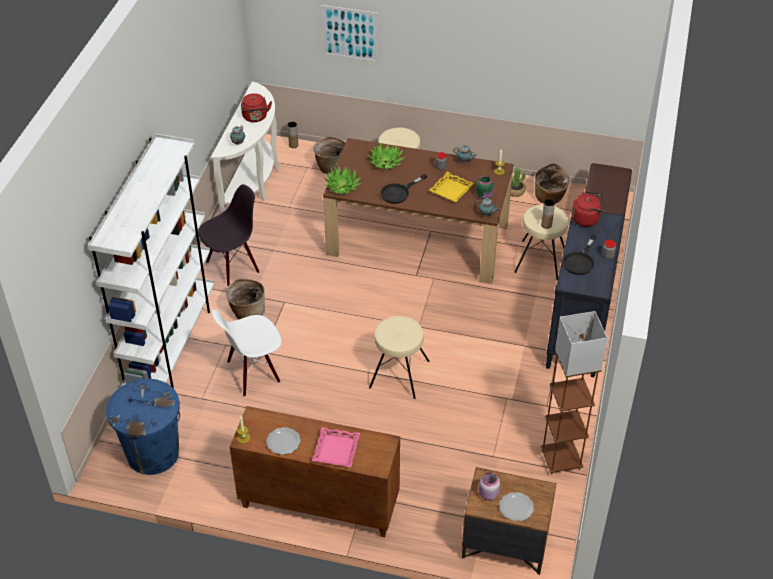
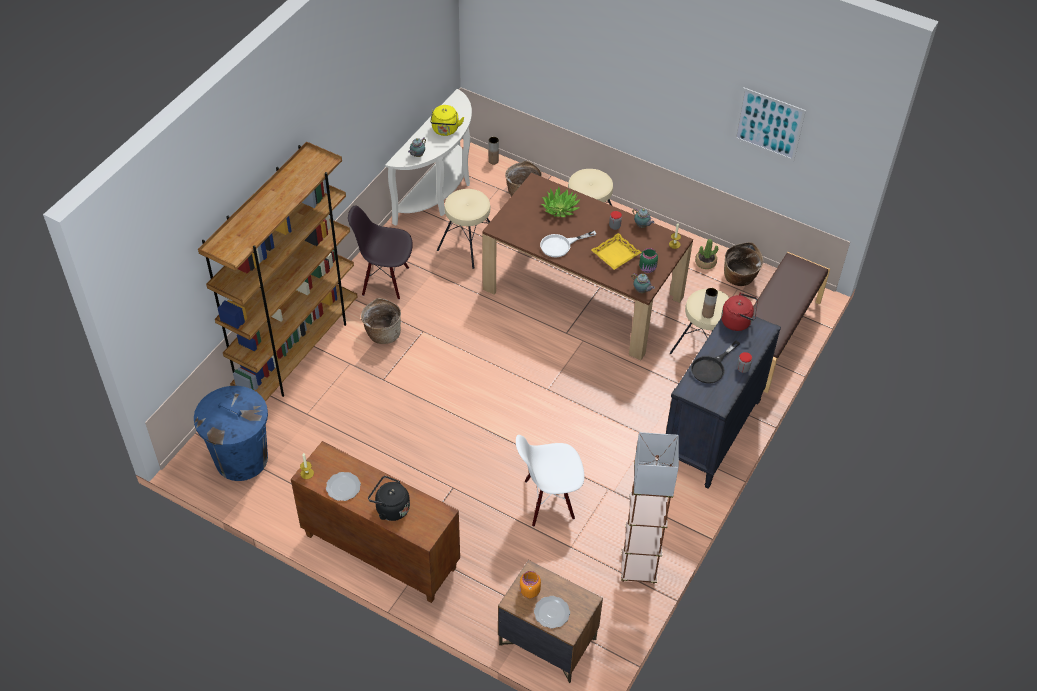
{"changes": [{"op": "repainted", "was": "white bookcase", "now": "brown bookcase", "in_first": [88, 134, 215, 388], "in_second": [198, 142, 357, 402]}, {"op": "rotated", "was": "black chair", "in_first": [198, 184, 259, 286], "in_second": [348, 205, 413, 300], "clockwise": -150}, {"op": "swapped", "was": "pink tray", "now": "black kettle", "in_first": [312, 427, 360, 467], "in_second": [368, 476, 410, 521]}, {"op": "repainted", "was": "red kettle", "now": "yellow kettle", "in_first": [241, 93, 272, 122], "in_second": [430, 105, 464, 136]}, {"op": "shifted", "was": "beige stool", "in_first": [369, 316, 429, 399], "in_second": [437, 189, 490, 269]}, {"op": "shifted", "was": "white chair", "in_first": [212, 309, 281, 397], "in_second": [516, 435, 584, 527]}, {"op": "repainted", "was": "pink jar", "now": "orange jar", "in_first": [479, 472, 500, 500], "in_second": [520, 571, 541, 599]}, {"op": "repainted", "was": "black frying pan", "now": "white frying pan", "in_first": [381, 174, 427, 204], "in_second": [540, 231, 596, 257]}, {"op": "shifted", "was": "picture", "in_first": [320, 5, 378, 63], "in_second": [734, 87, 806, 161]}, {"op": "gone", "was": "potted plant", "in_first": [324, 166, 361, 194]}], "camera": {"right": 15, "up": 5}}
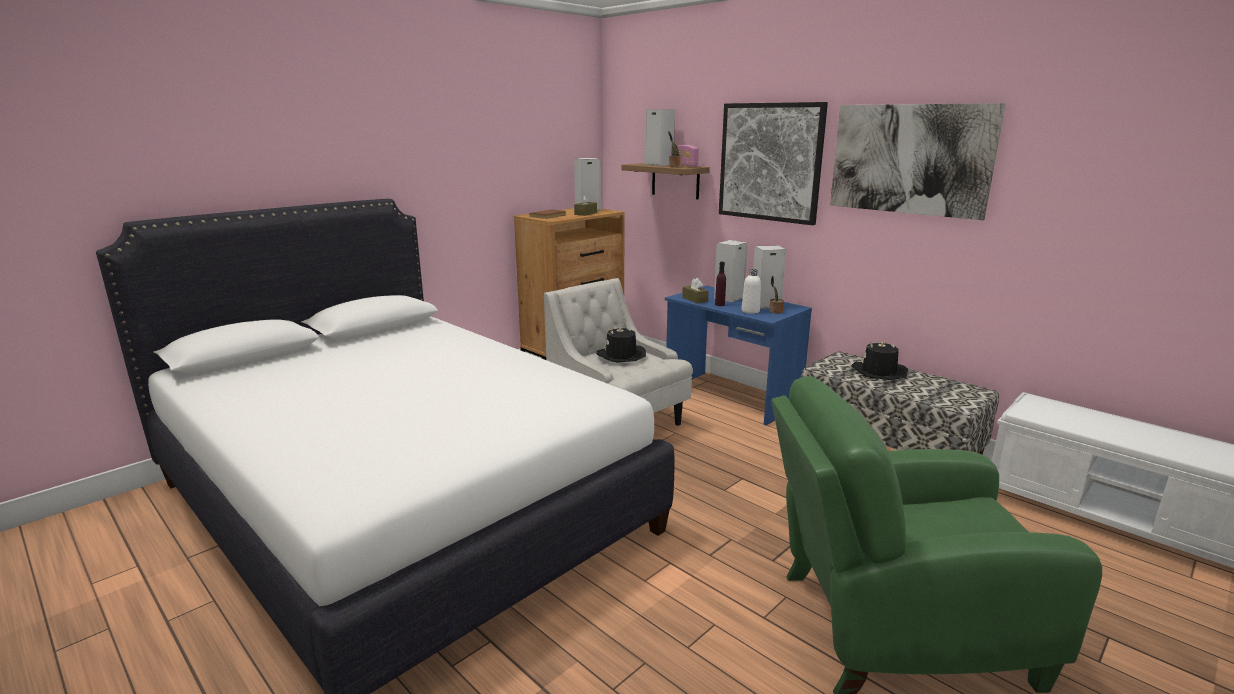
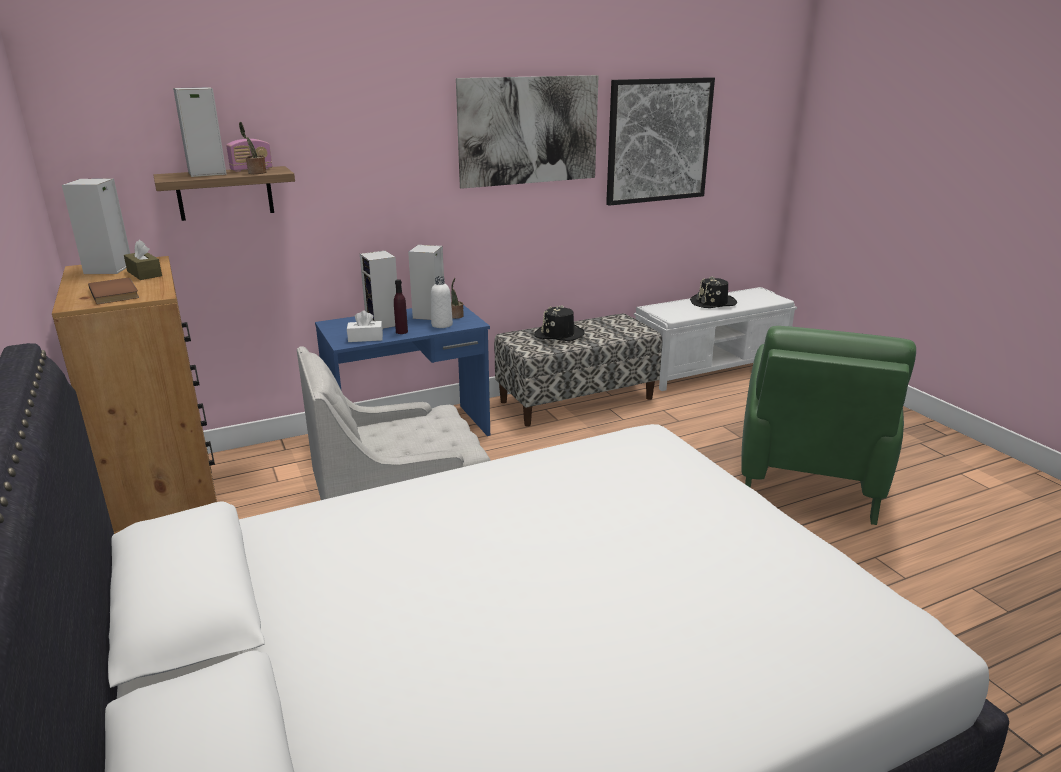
{"changes": [{"op": "repainted", "was": "brown tissue box", "now": "white tissue box", "in_first": [682, 278, 709, 303], "in_second": [347, 311, 383, 342]}, {"op": "shifted", "was": "picture", "in_first": [719, 102, 828, 225], "in_second": [606, 77, 715, 206]}, {"op": "shifted", "was": "black hat", "in_first": [596, 326, 646, 363], "in_second": [690, 276, 737, 308]}], "camera": {"right": -70, "up": 5}}
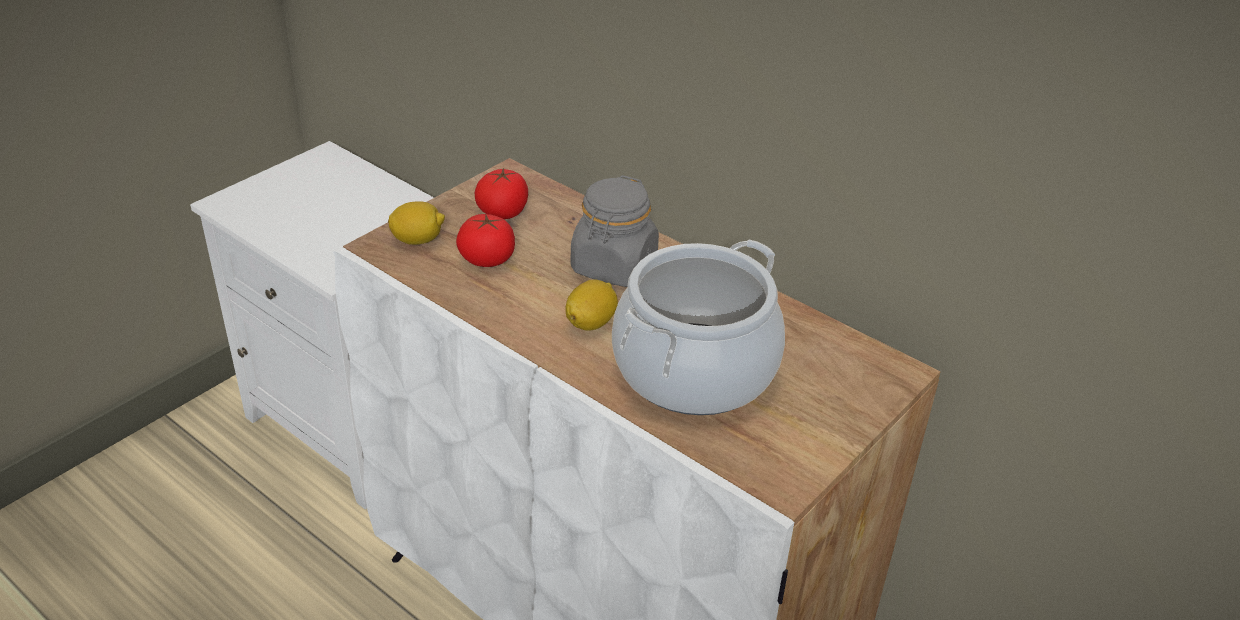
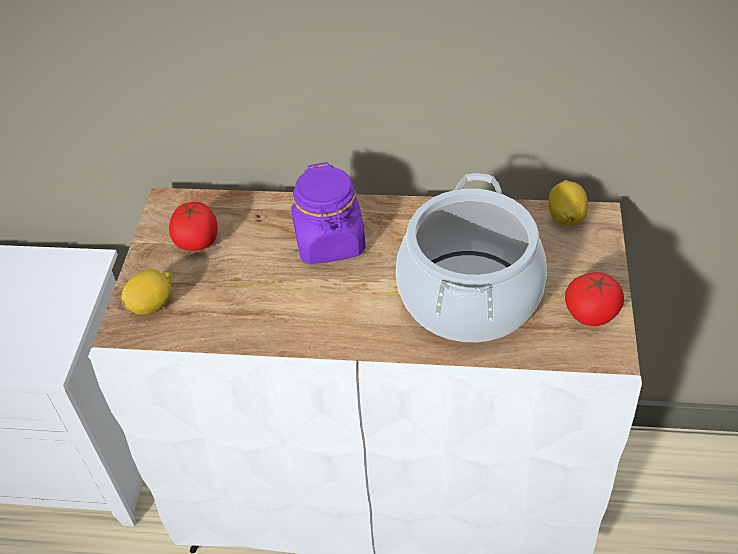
{"changes": [{"op": "repainted", "was": "grey jar", "now": "purple jar", "in_first": [570, 175, 659, 287], "in_second": [291, 162, 366, 264]}, {"op": "shifted", "was": "lemon", "in_first": [566, 279, 618, 331], "in_second": [548, 180, 588, 226]}, {"op": "shifted", "was": "tomato", "in_first": [456, 214, 515, 267], "in_second": [565, 272, 624, 326]}], "camera": {"right": -30, "up": 10}}
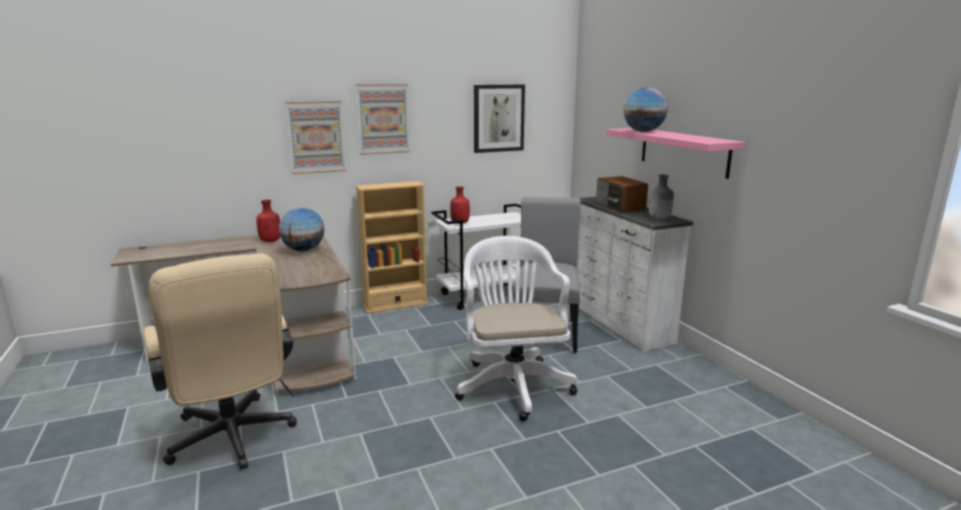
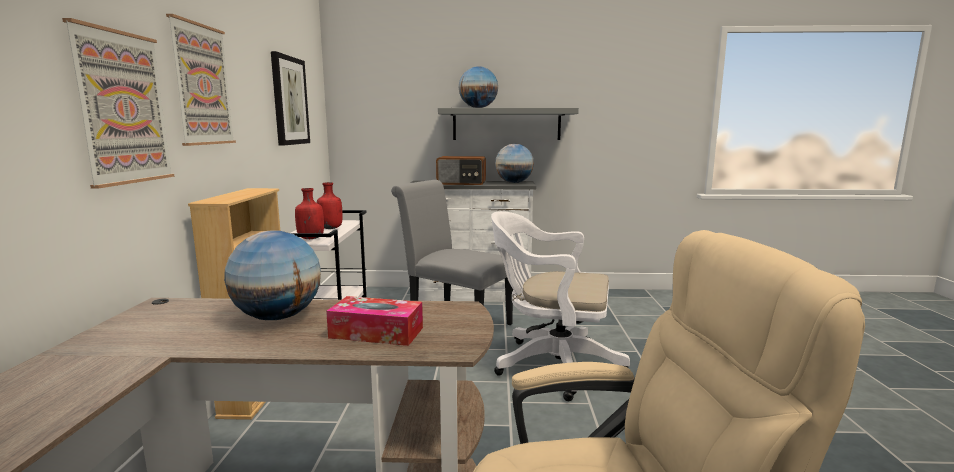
{"changes": [{"op": "shifted", "was": "red bottle", "in_first": [256, 200, 280, 242], "in_second": [317, 182, 342, 229]}, {"op": "new", "now": "tissue box", "in_second": [326, 296, 423, 346]}, {"op": "repainted", "was": "pink shelf", "now": "grey shelf", "in_first": [606, 128, 745, 179], "in_second": [438, 108, 579, 140]}, {"op": "swapped", "was": "grey bottle", "now": "globe", "in_first": [649, 174, 674, 219], "in_second": [495, 144, 534, 183]}], "camera": {"right": -65, "up": -5}}
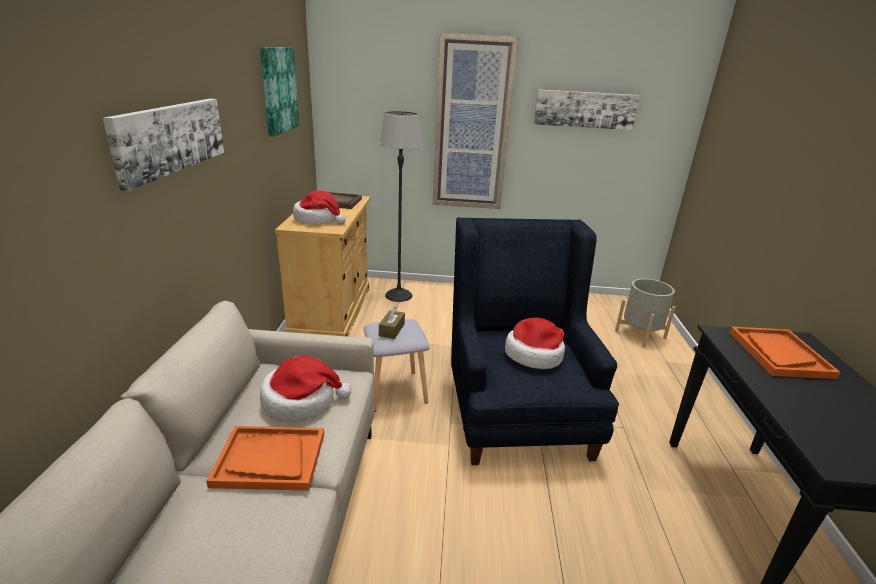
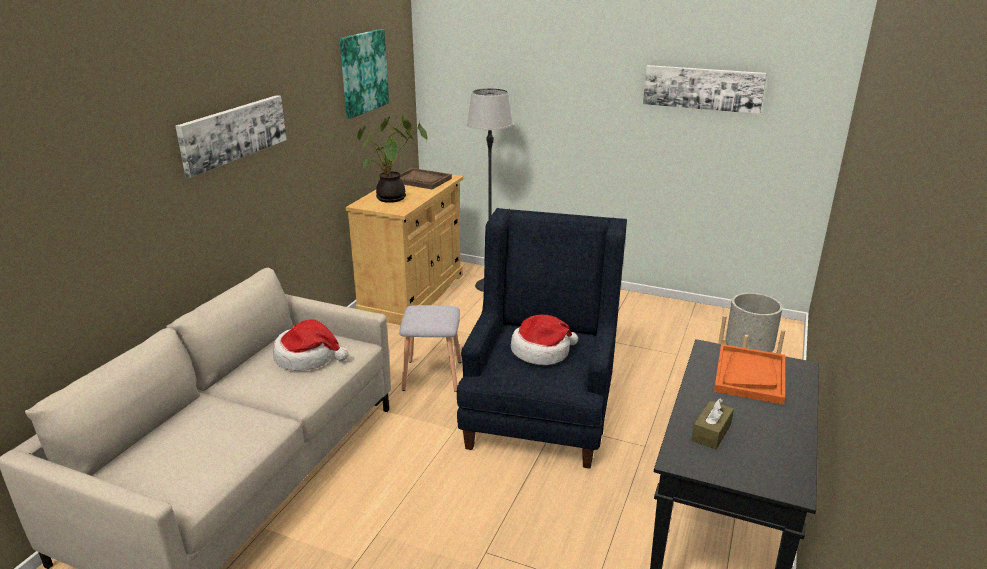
{"changes": [{"op": "swapped", "was": "hat", "now": "potted plant", "in_first": [293, 191, 346, 225], "in_second": [357, 116, 427, 203]}, {"op": "shifted", "was": "brown tissue box", "in_first": [379, 306, 405, 339], "in_second": [692, 398, 734, 449]}, {"op": "gone", "was": "orange tray", "in_first": [206, 426, 324, 491]}, {"op": "gone", "was": "picture", "in_first": [433, 33, 518, 209]}], "camera": {"right": 20, "up": 0}}
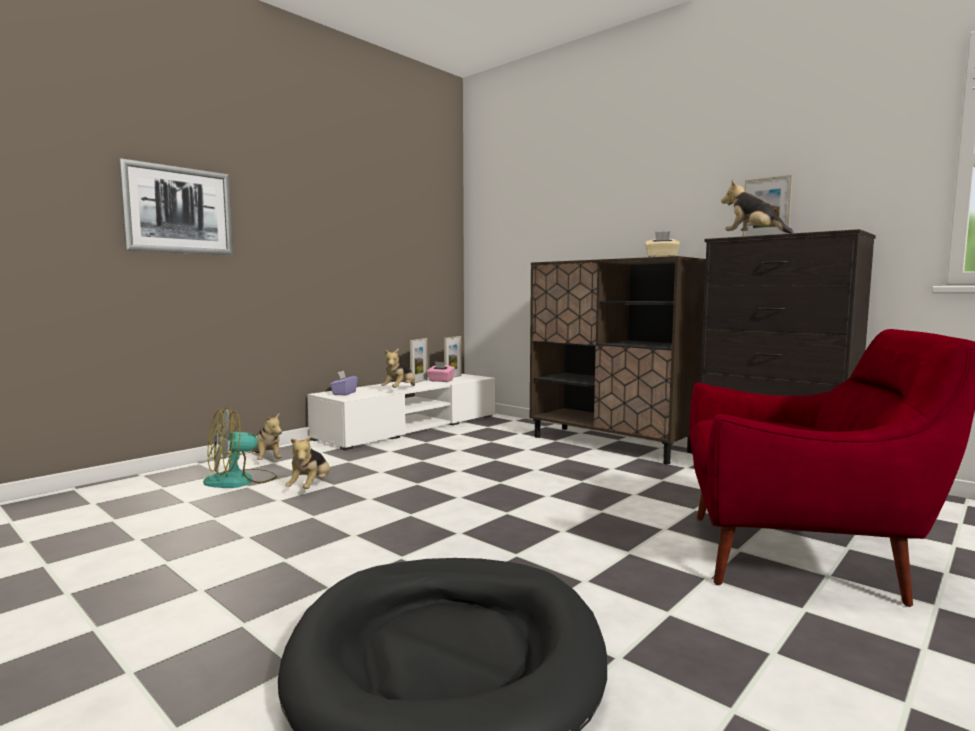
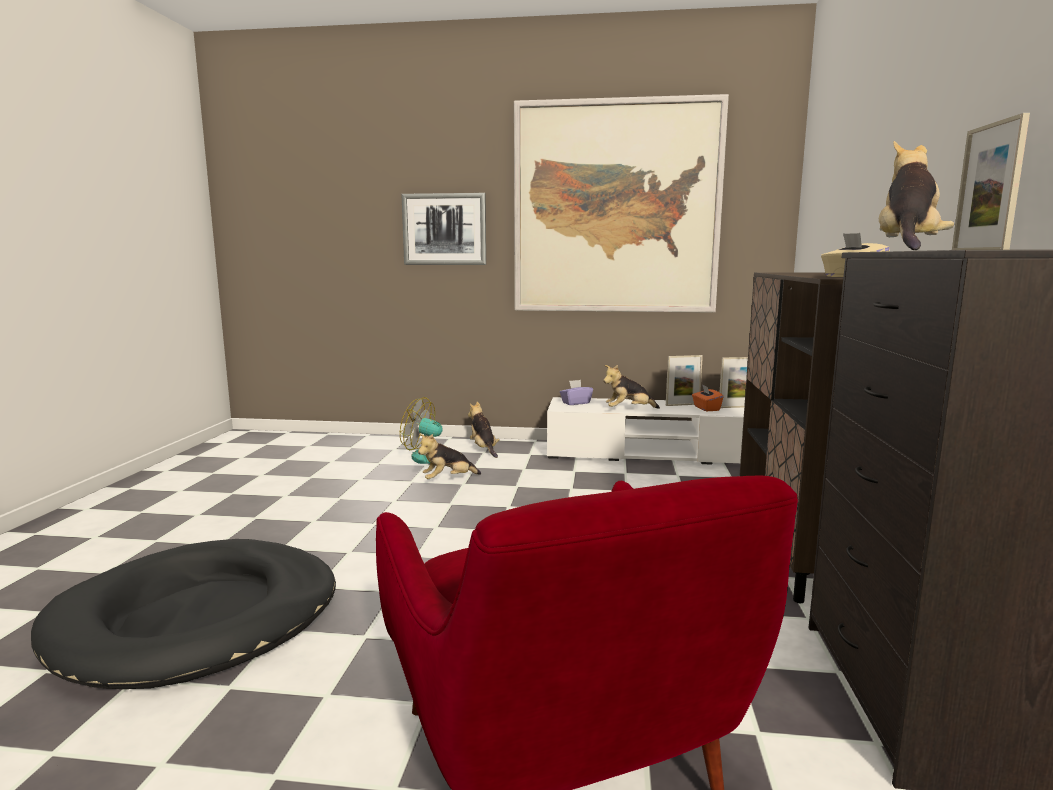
{"changes": [{"op": "rotated", "was": "plush toy", "in_first": [248, 412, 282, 460], "in_second": [468, 402, 500, 458], "clockwise": 135}, {"op": "new", "now": "picture", "in_second": [514, 94, 729, 313]}, {"op": "repainted", "was": "pink tissue box", "now": "orange tissue box", "in_first": [426, 362, 455, 382], "in_second": [692, 385, 723, 411]}], "camera": {"right": 55, "up": 5}}
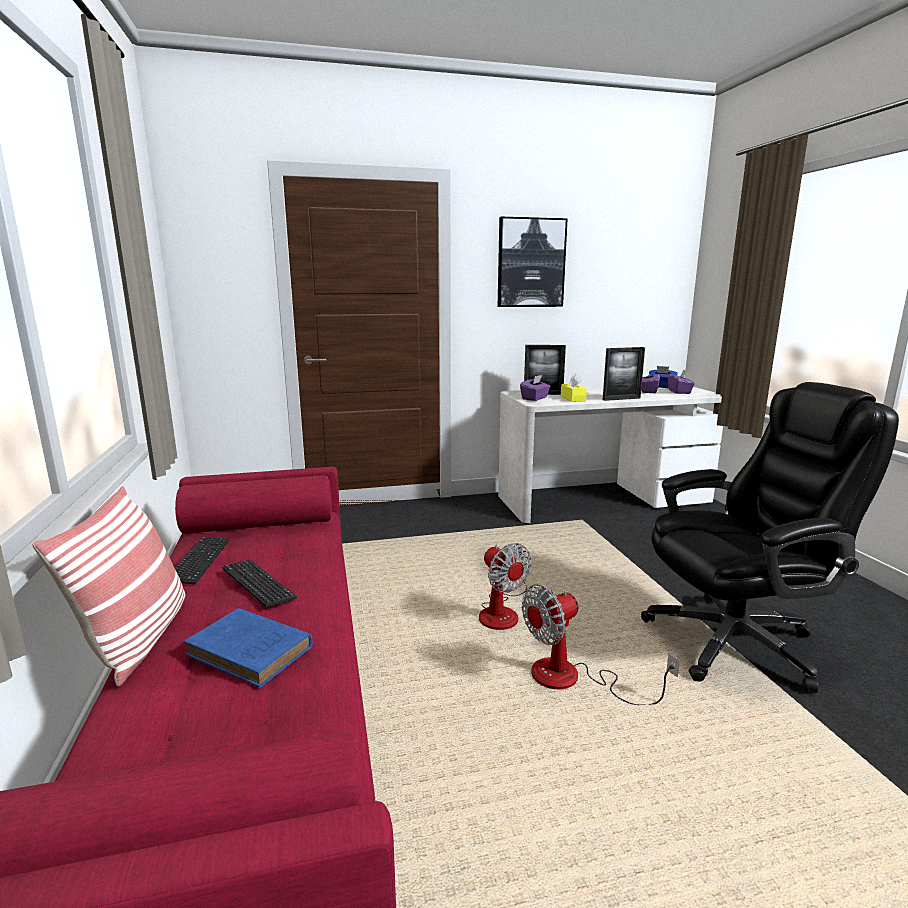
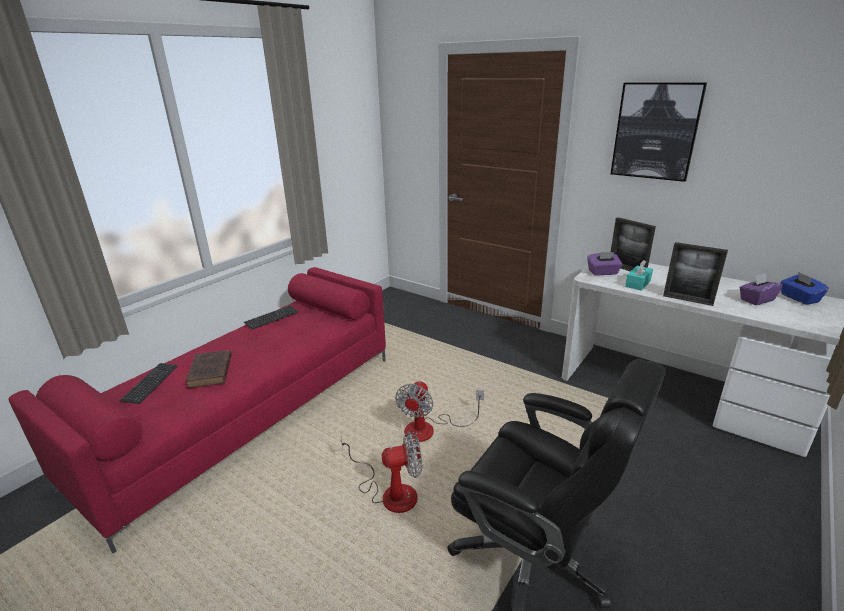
{"changes": [{"op": "shifted", "was": "keyboard", "in_first": [222, 560, 297, 607], "in_second": [120, 363, 178, 404]}, {"op": "repainted", "was": "blue book", "now": "brown book", "in_first": [184, 608, 313, 688], "in_second": [185, 350, 232, 388]}, {"op": "rotated", "was": "fan", "in_first": [522, 584, 680, 705], "in_second": [341, 431, 422, 513], "clockwise": 150}, {"op": "repainted", "was": "yellow tissue box", "now": "turquoise tissue box", "in_first": [561, 374, 587, 402], "in_second": [625, 260, 653, 291]}, {"op": "gone", "was": "pillow", "in_first": [33, 486, 186, 687]}, {"op": "gone", "was": "purple tissue box", "in_first": [668, 369, 695, 394]}], "camera": {"right": 50, "up": 10}}
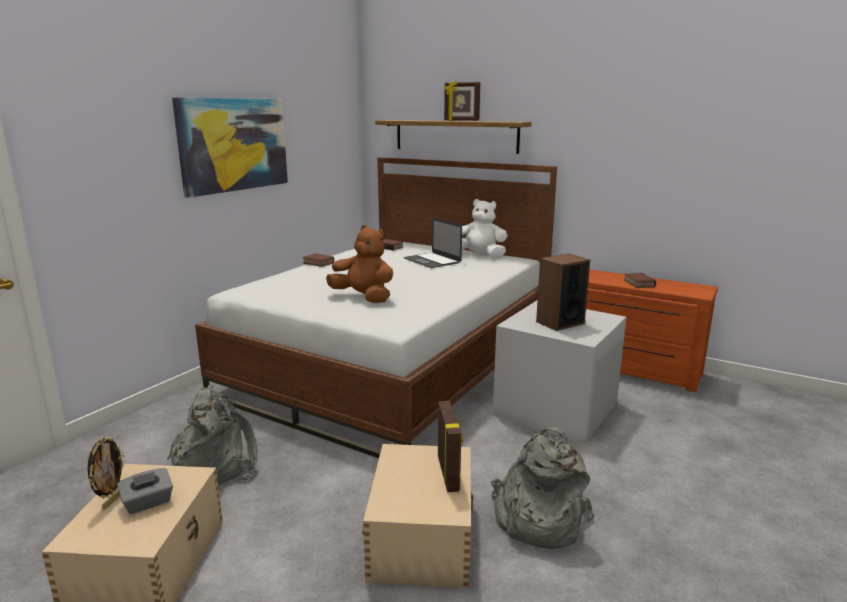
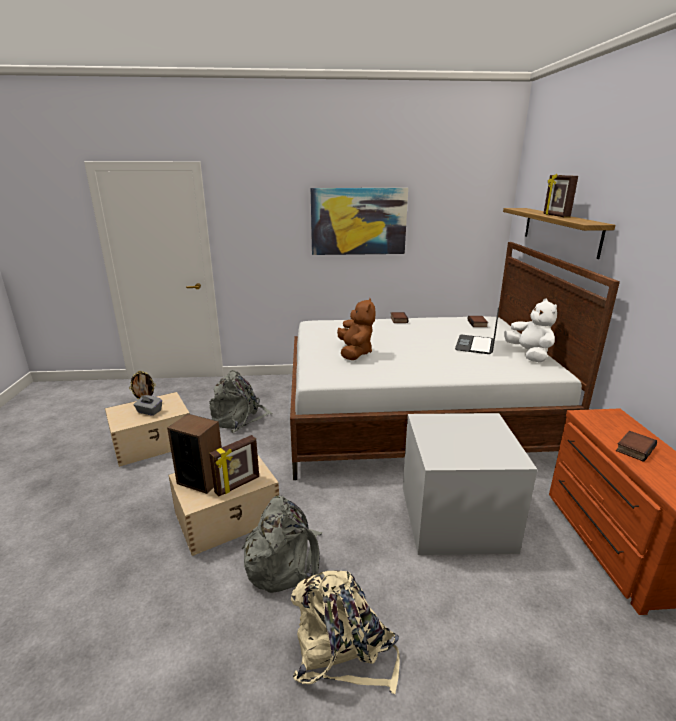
{"changes": [{"op": "shifted", "was": "speaker", "in_first": [536, 254, 590, 331], "in_second": [167, 414, 222, 494]}, {"op": "new", "now": "beige backpack", "in_second": [291, 571, 400, 694]}], "camera": {"right": 55, "up": 5}}
